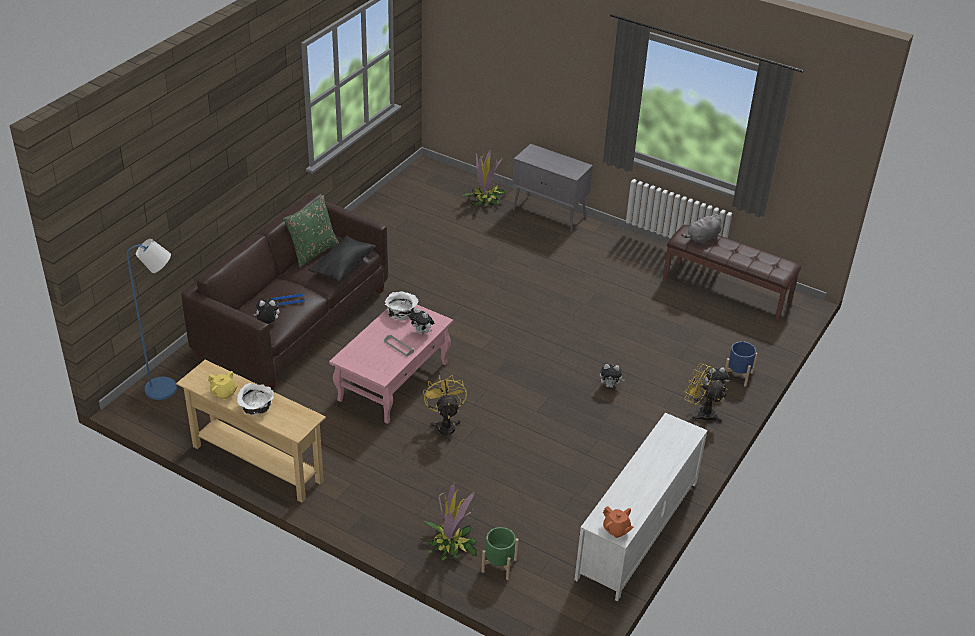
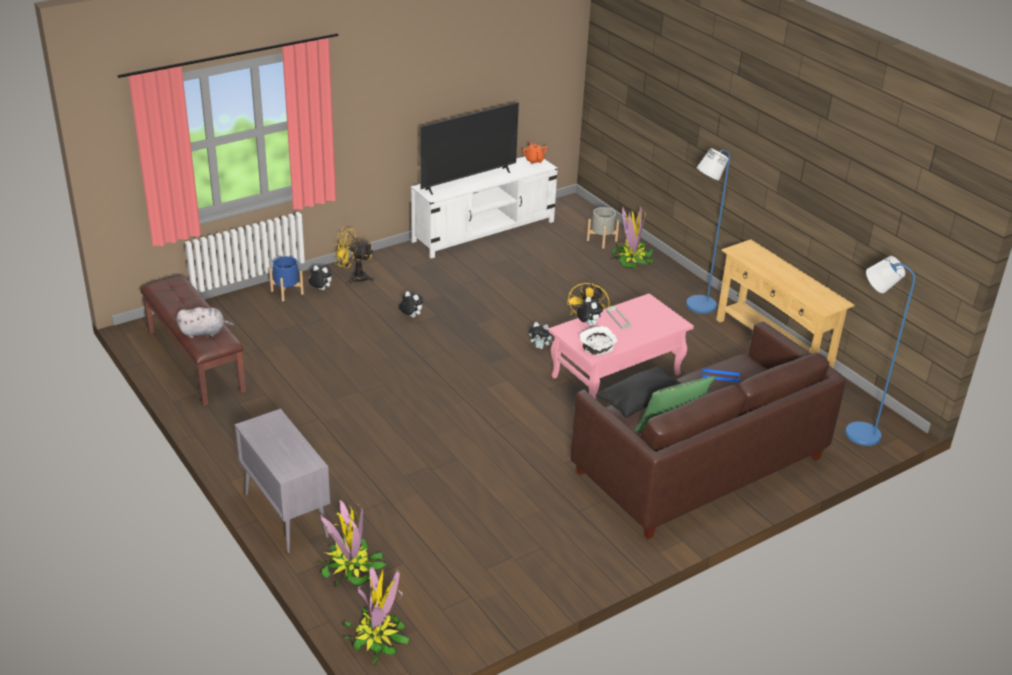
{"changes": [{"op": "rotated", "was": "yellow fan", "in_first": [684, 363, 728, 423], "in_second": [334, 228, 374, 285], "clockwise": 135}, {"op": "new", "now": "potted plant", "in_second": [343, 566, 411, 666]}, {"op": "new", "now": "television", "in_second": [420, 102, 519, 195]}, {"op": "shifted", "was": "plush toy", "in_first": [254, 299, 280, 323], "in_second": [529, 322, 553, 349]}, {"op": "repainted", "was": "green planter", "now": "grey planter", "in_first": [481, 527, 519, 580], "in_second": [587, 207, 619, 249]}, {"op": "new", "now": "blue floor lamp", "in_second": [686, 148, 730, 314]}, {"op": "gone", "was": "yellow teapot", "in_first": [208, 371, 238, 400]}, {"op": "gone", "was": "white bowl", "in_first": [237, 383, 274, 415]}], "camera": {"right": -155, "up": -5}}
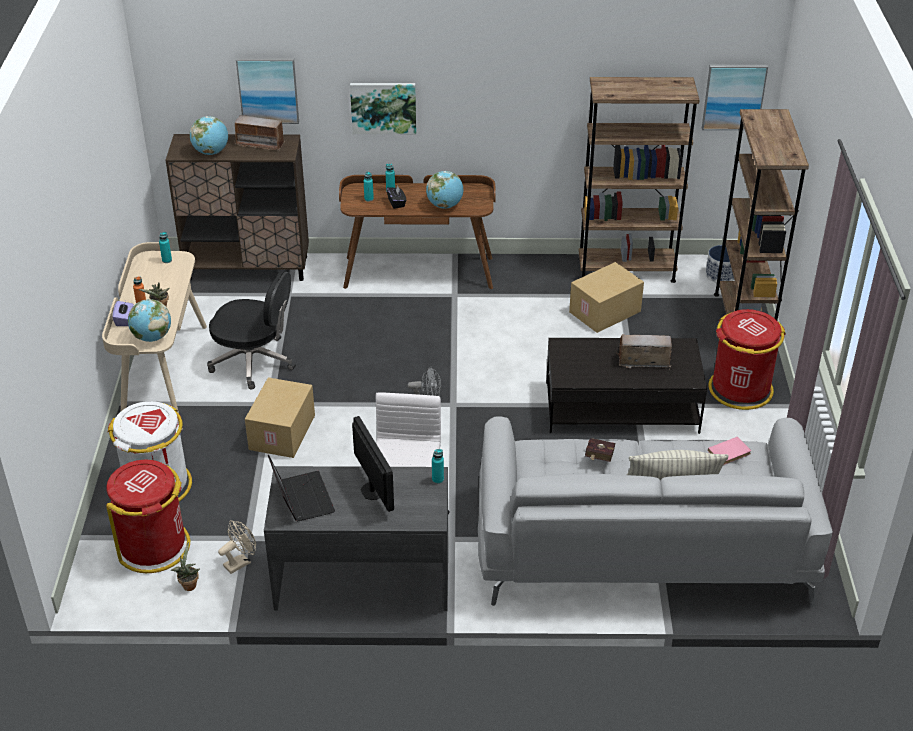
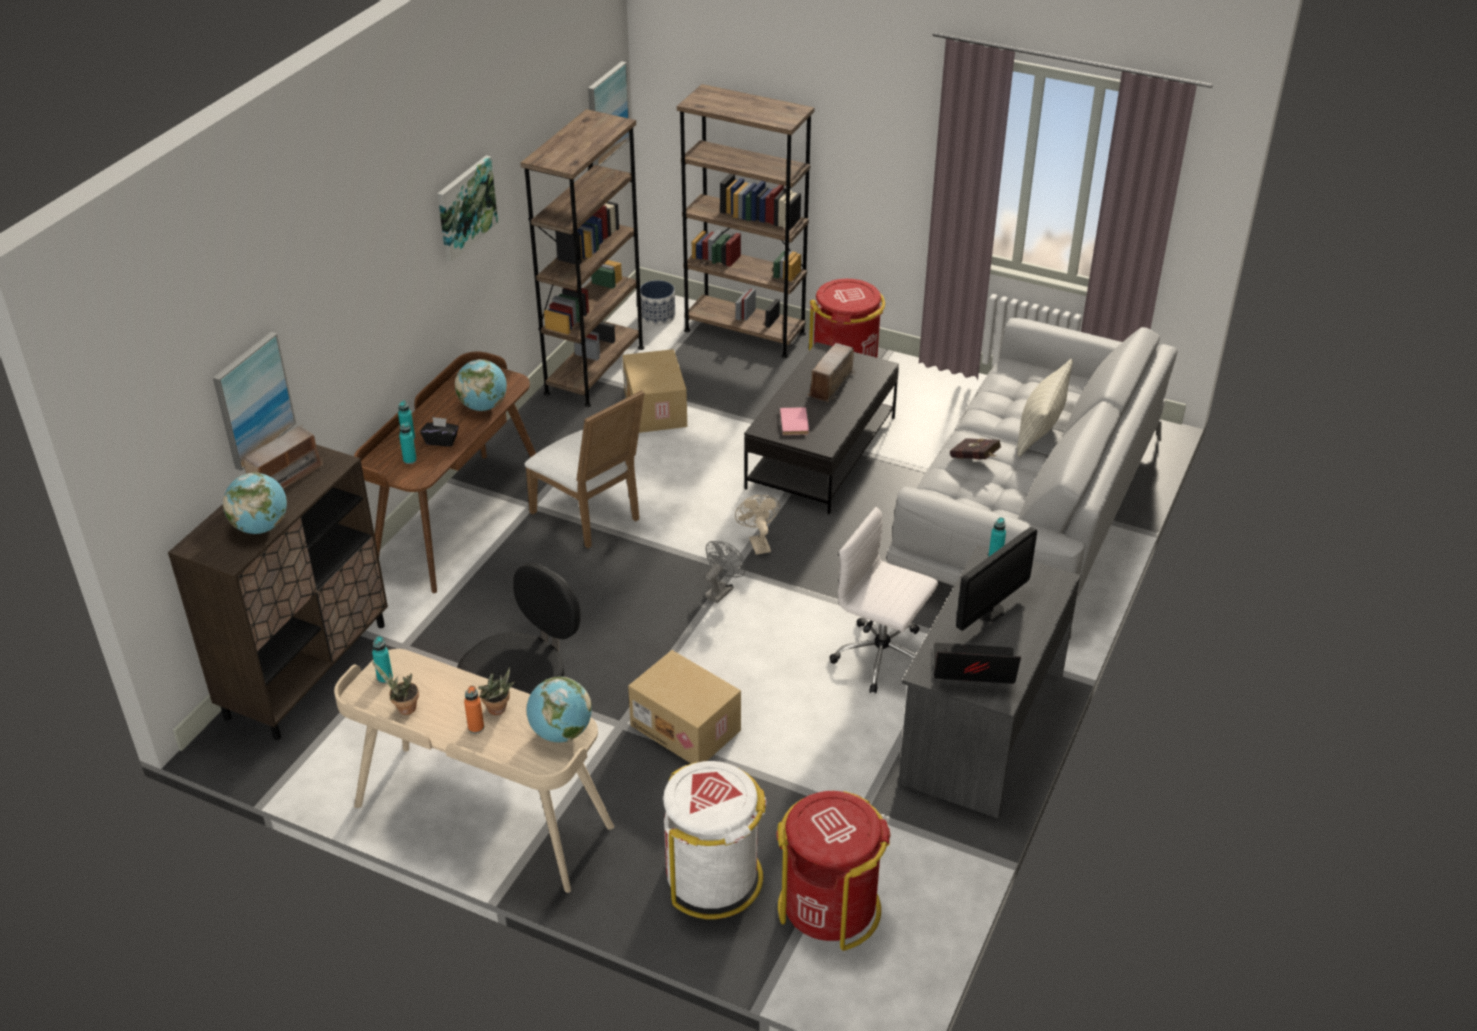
{"changes": [{"op": "shifted", "was": "potted plant", "in_first": [170, 542, 200, 591], "in_second": [372, 661, 419, 715]}, {"op": "shifted", "was": "picture", "in_first": [350, 83, 416, 134], "in_second": [437, 156, 498, 262]}, {"op": "new", "now": "white chair", "in_second": [525, 390, 645, 548]}, {"op": "shifted", "was": "beige fan", "in_first": [218, 520, 256, 574], "in_second": [735, 495, 780, 555]}, {"op": "shifted", "was": "pink book", "in_first": [708, 437, 751, 465], "in_second": [780, 407, 809, 435]}, {"op": "rotated", "was": "monitor", "in_first": [352, 416, 394, 512], "in_second": [956, 527, 1037, 631], "clockwise": 135}, {"op": "gone", "was": "purple tissue box", "in_first": [112, 301, 134, 326]}], "camera": {"right": -65, "up": 0}}
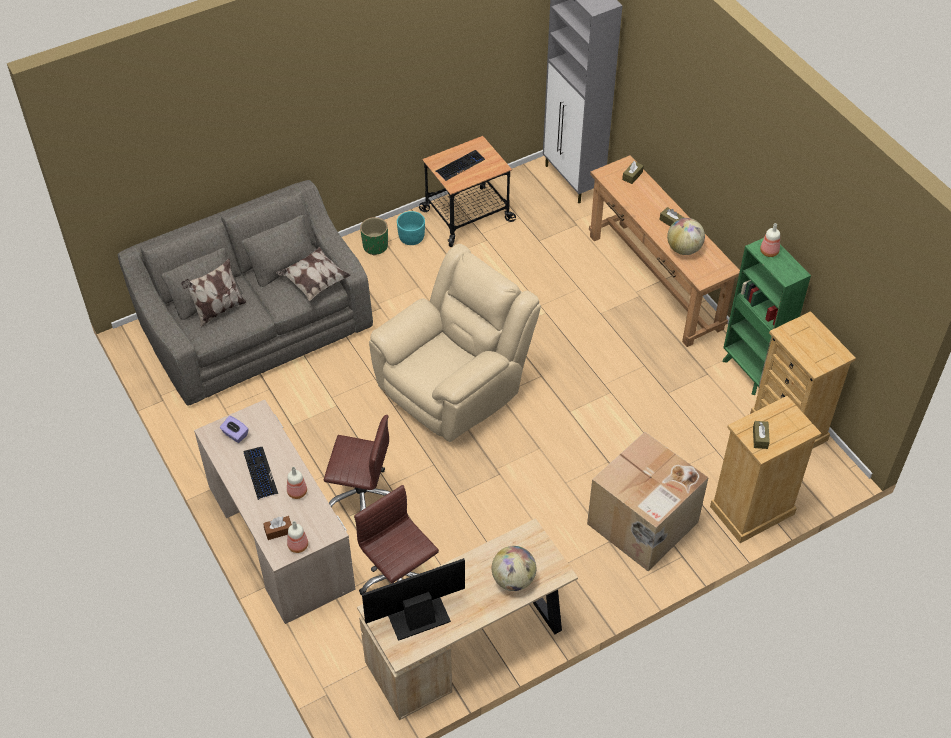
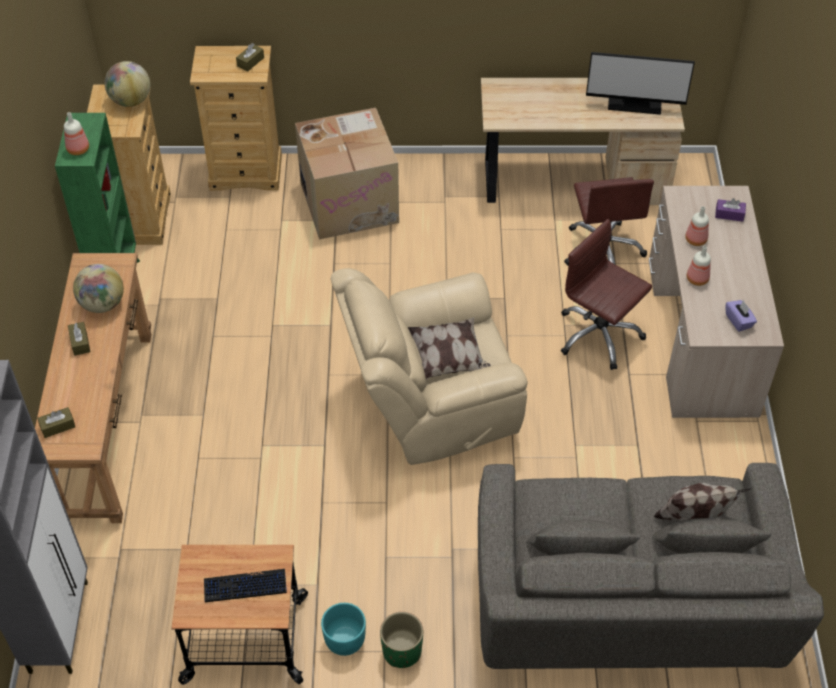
{"changes": [{"op": "shifted", "was": "globe", "in_first": [492, 546, 536, 591], "in_second": [105, 61, 150, 107]}, {"op": "shifted", "was": "pillow", "in_first": [276, 247, 351, 302], "in_second": [408, 317, 491, 379]}, {"op": "shifted", "was": "bottle", "in_first": [287, 521, 308, 553], "in_second": [687, 246, 711, 286]}, {"op": "repainted", "was": "brown tissue box", "now": "purple tissue box", "in_first": [263, 516, 292, 540], "in_second": [715, 198, 746, 222]}, {"op": "gone", "was": "keyboard", "in_first": [243, 447, 278, 500]}], "camera": {"right": -150, "up": 0}}
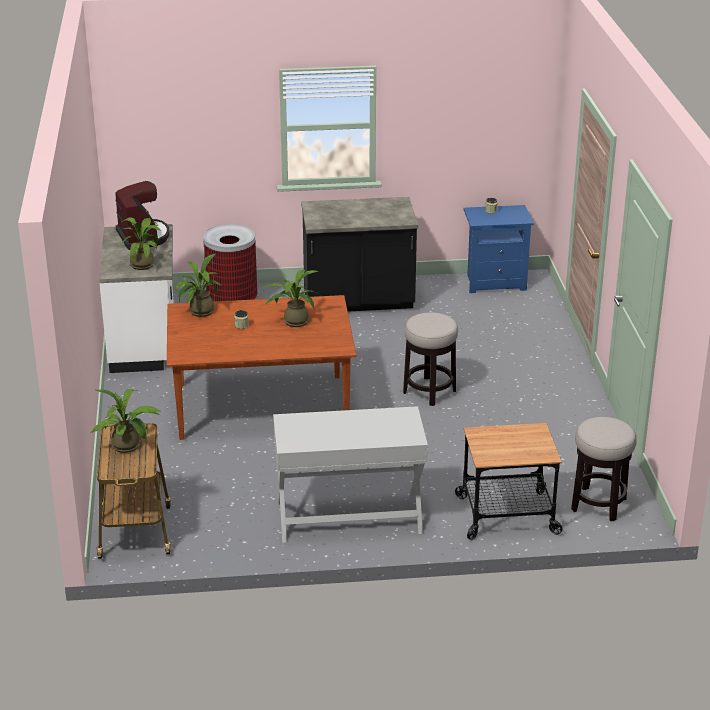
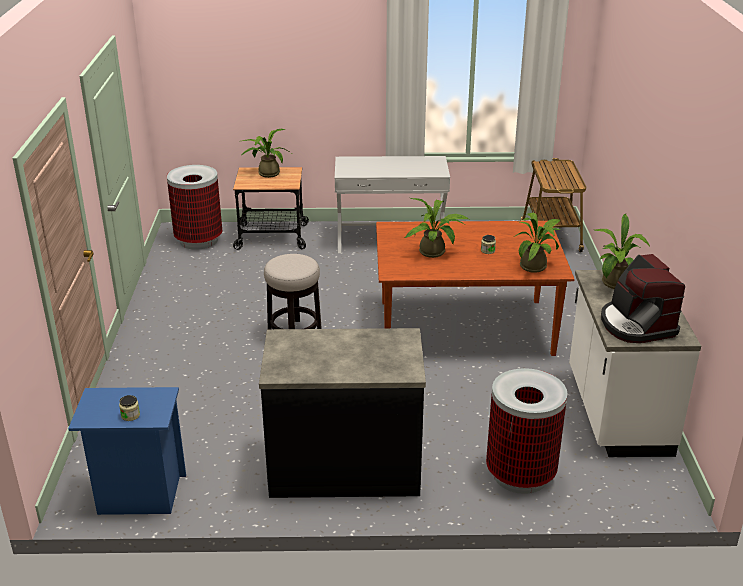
{"changes": [{"op": "swapped", "was": "stool", "now": "trash can", "in_first": [571, 417, 637, 521], "in_second": [167, 165, 222, 250]}, {"op": "shifted", "was": "potted plant", "in_first": [91, 389, 161, 453], "in_second": [241, 129, 291, 178]}], "camera": {"right": -175, "up": 0}}
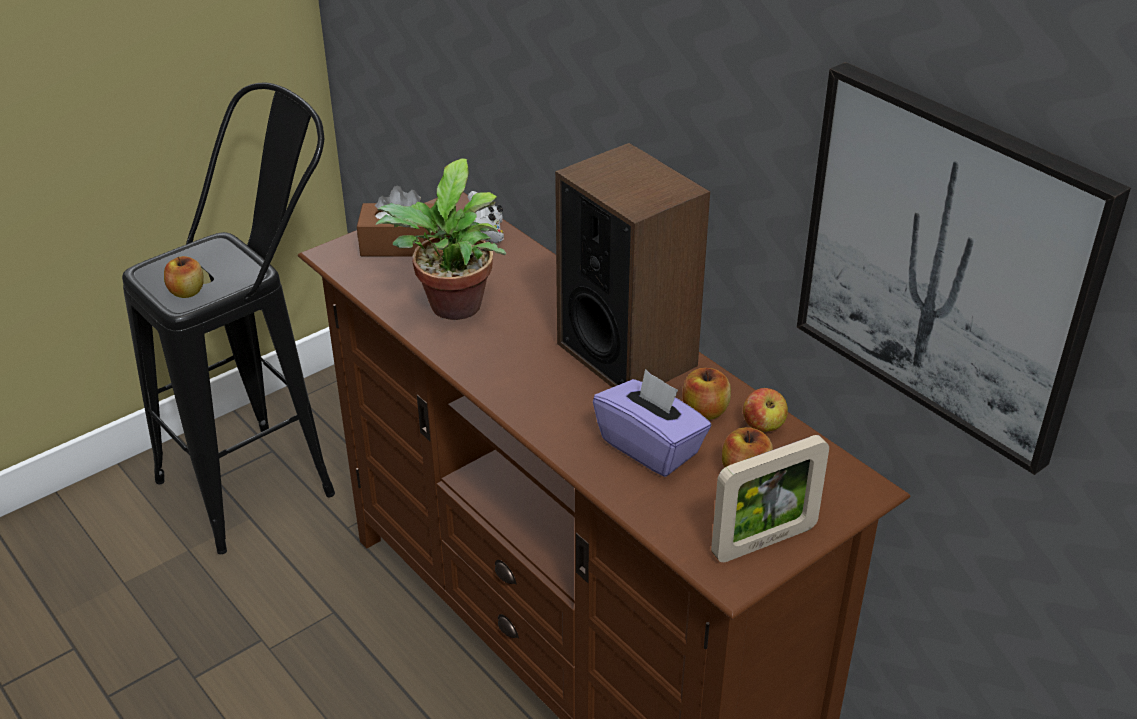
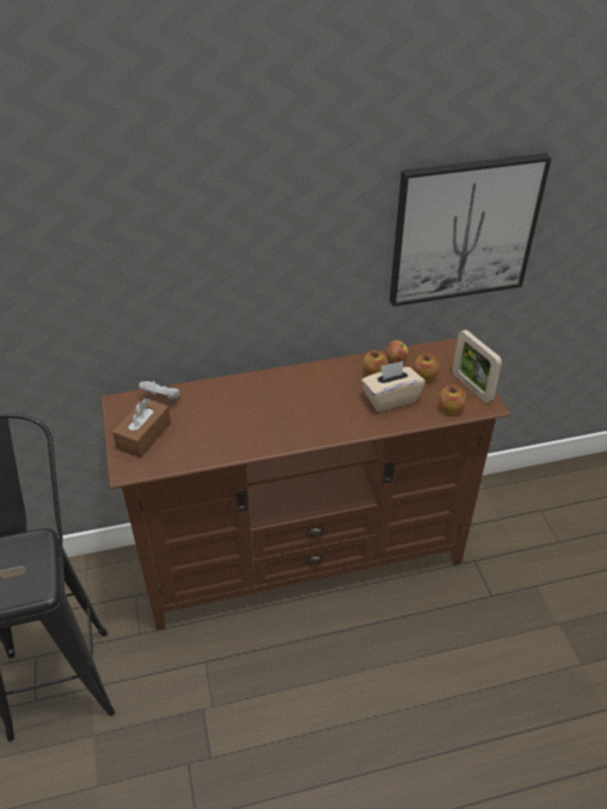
{"changes": [{"op": "repainted", "was": "purple tissue box", "now": "beige tissue box", "in_first": [593, 369, 711, 477], "in_second": [361, 361, 425, 412]}, {"op": "shifted", "was": "apple", "in_first": [164, 256, 204, 298], "in_second": [439, 385, 466, 414]}, {"op": "rotated", "was": "picture frame", "in_first": [711, 435, 829, 562], "in_second": [452, 330, 502, 403], "clockwise": 150}, {"op": "gone", "was": "potted plant", "in_first": [375, 158, 507, 320]}, {"op": "gone", "was": "speaker", "in_first": [555, 143, 710, 387]}], "camera": {"right": -65, "up": 5}}
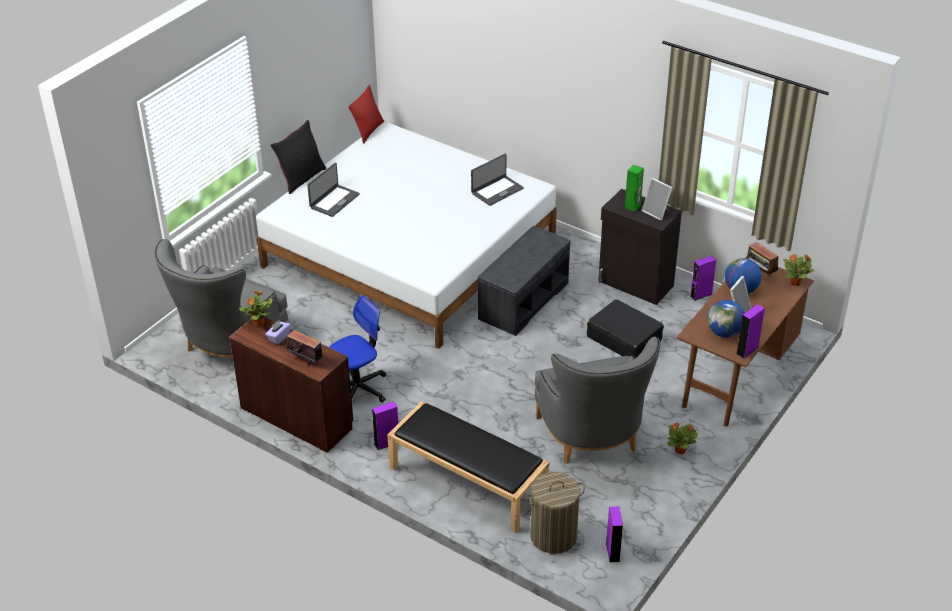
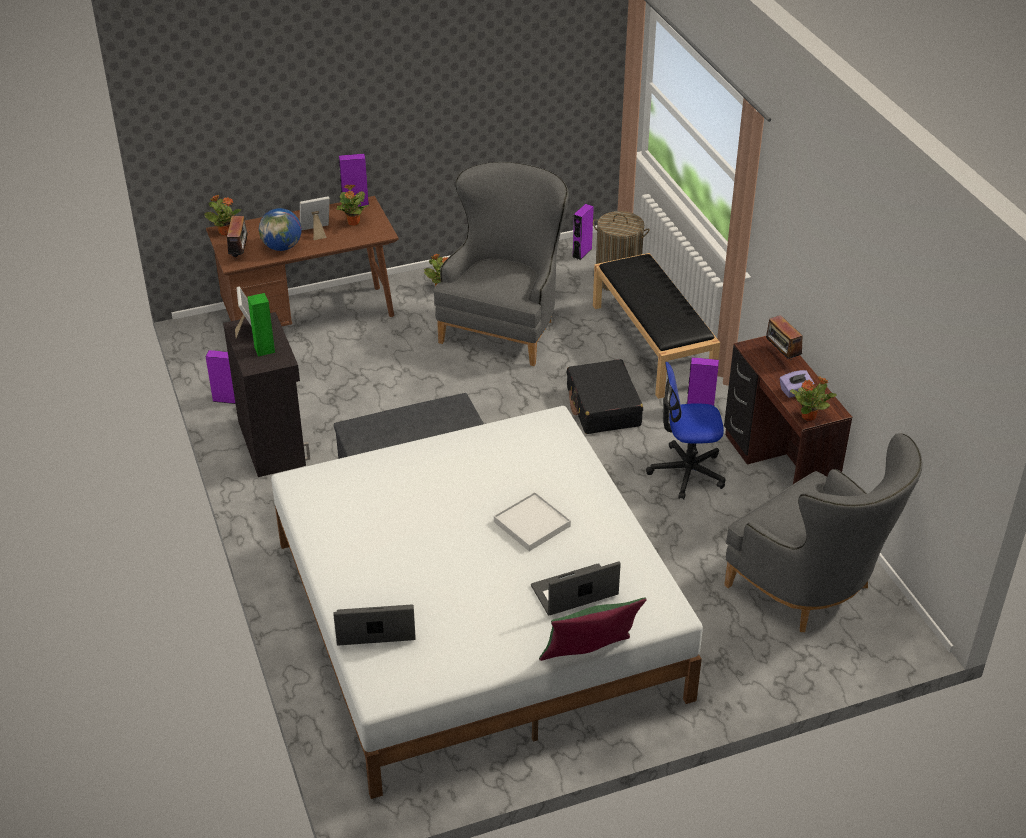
{"changes": [{"op": "shifted", "was": "laptop", "in_first": [471, 154, 524, 206], "in_second": [333, 605, 416, 645]}, {"op": "swapped", "was": "globe", "now": "potted plant", "in_first": [707, 300, 744, 338], "in_second": [336, 184, 369, 226]}, {"op": "new", "now": "white tray", "in_second": [494, 492, 571, 551]}, {"op": "repainted", "was": "black pillow", "now": "green pillow", "in_first": [270, 120, 326, 194], "in_second": [539, 597, 646, 661]}, {"op": "shifted", "was": "black suitcase", "in_first": [587, 299, 664, 358], "in_second": [567, 359, 643, 434]}, {"op": "rotated", "was": "grey armchair", "in_first": [154, 239, 288, 357], "in_second": [724, 433, 922, 632], "clockwise": 75}, {"op": "gone", "was": "red pillow", "in_first": [348, 85, 384, 144]}], "camera": {"right": -145, "up": 0}}
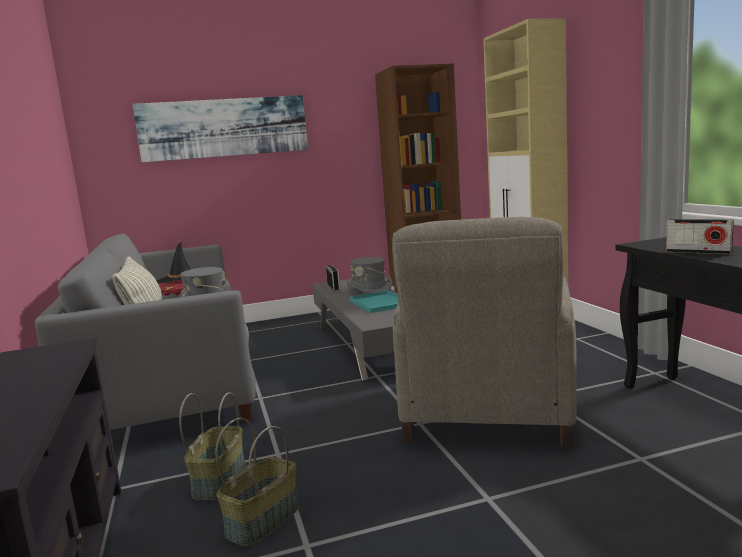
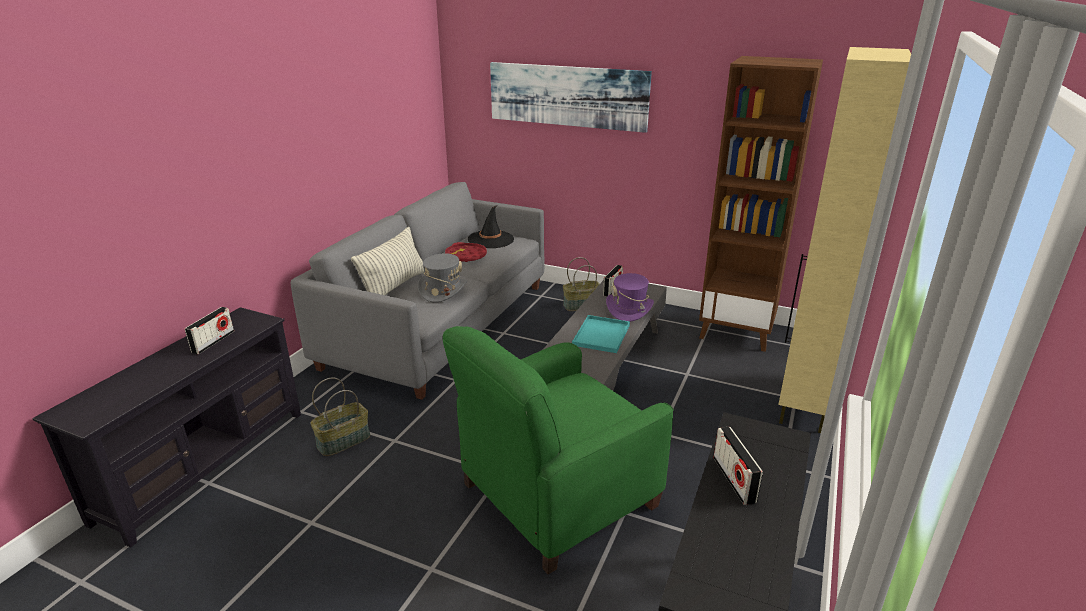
{"changes": [{"op": "new", "now": "radio", "in_second": [185, 307, 234, 354]}, {"op": "repainted", "was": "beige armchair", "now": "green armchair", "in_first": [392, 217, 577, 448], "in_second": [443, 326, 674, 574]}, {"op": "shifted", "was": "basket", "in_first": [216, 418, 299, 546], "in_second": [563, 257, 599, 311]}, {"op": "repainted", "was": "grey hat", "now": "purple hat", "in_first": [347, 257, 392, 293], "in_second": [606, 273, 654, 322]}], "camera": {"right": 40, "up": 15}}
